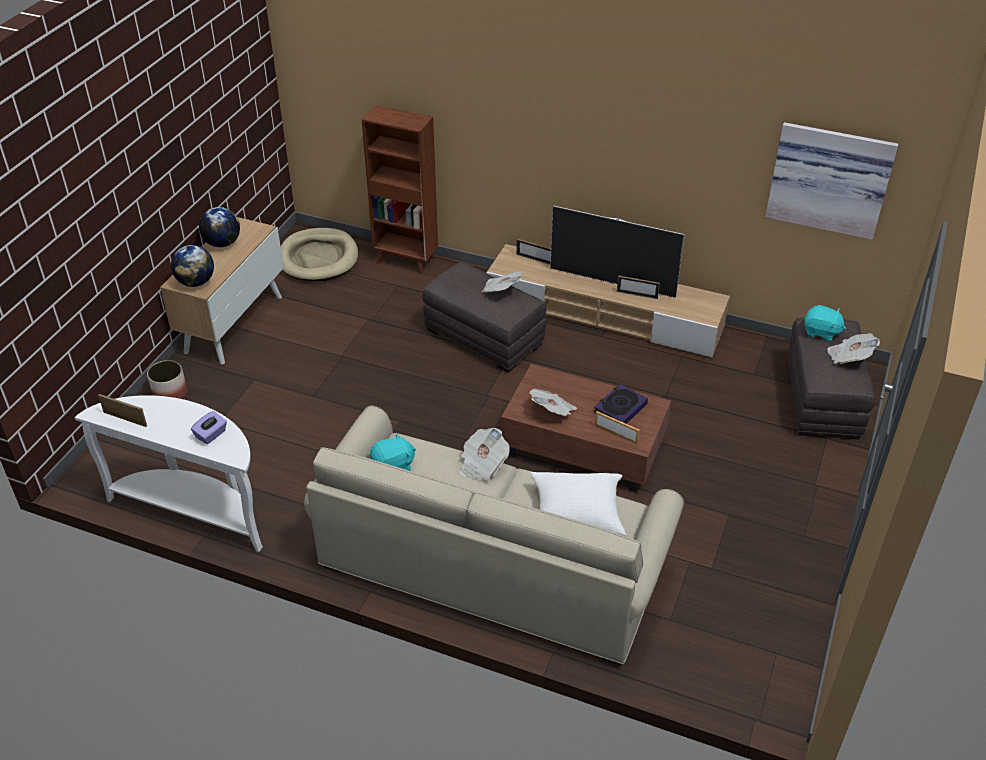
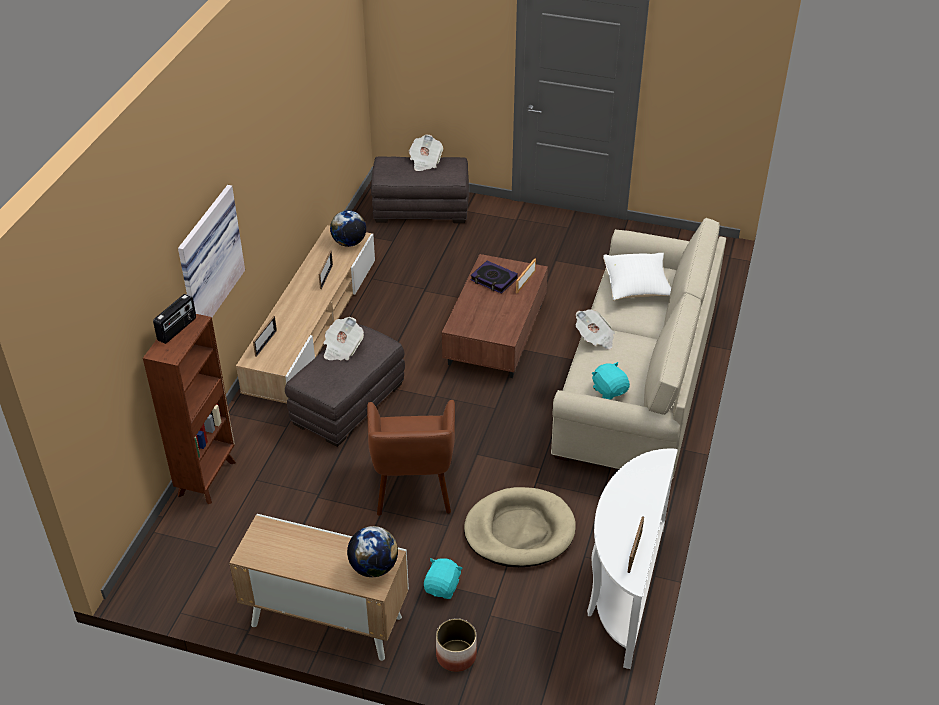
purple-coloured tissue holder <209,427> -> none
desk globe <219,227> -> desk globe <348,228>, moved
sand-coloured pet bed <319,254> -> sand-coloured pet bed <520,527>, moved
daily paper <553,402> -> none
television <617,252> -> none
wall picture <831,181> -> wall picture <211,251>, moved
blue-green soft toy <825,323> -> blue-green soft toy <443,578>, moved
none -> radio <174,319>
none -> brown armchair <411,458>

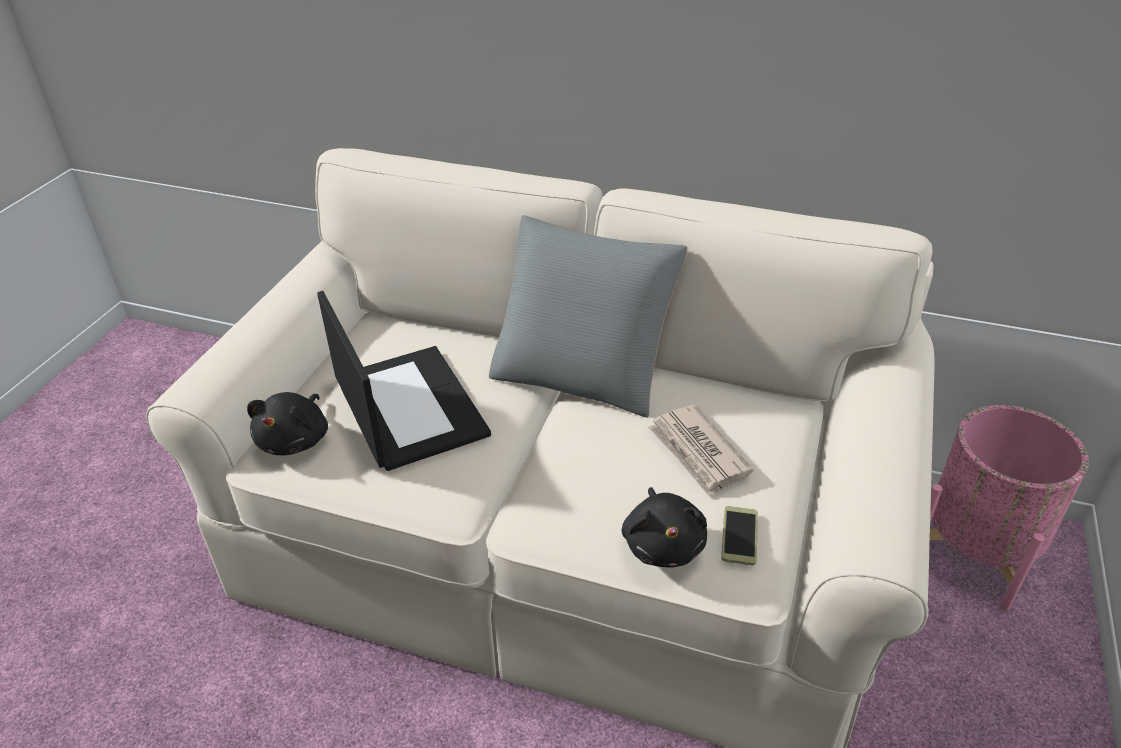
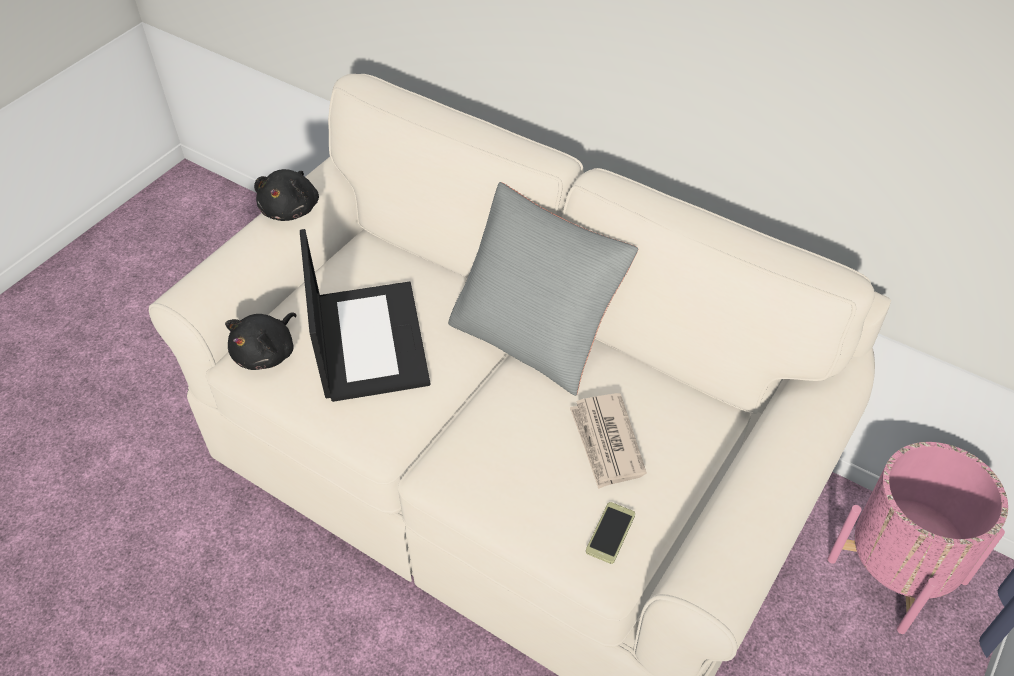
black-coloured soft toy <664,527> -> black-coloured soft toy <286,195>, moved

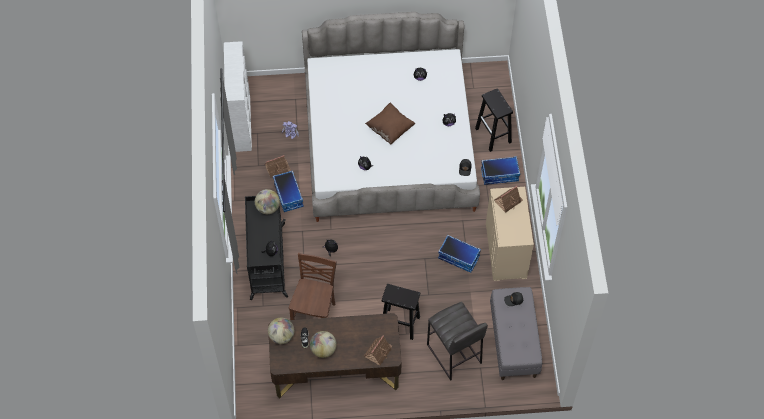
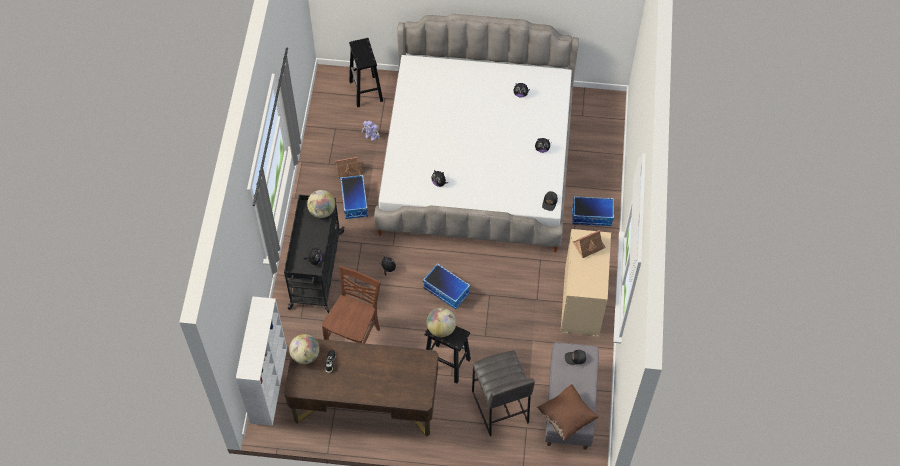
whitish bookshelf <238,96> -> whitish bookshelf <261,361>, moved
desk globe <323,344> -> desk globe <441,322>, moved
toy house <378,350> -> none
brown throw pillow <390,123> -> brown throw pillow <568,412>, moved
storage box <459,254> -> storage box <446,286>, moved
black-coloured sitting stool <494,120> -> black-coloured sitting stool <366,72>, moved

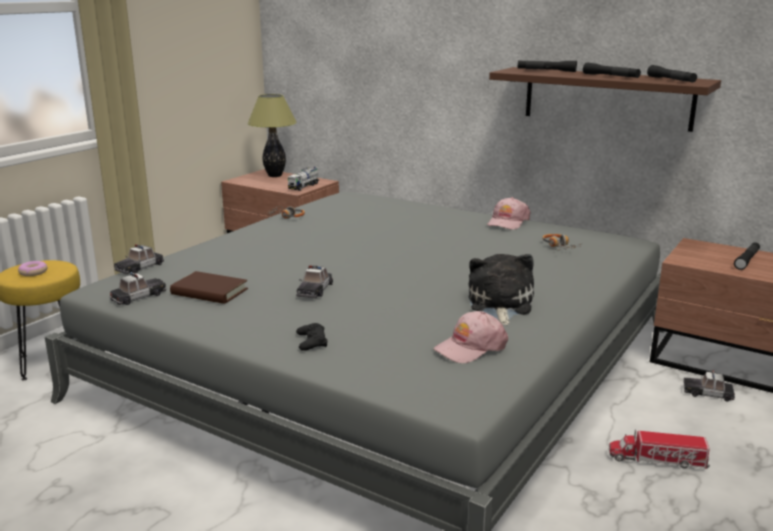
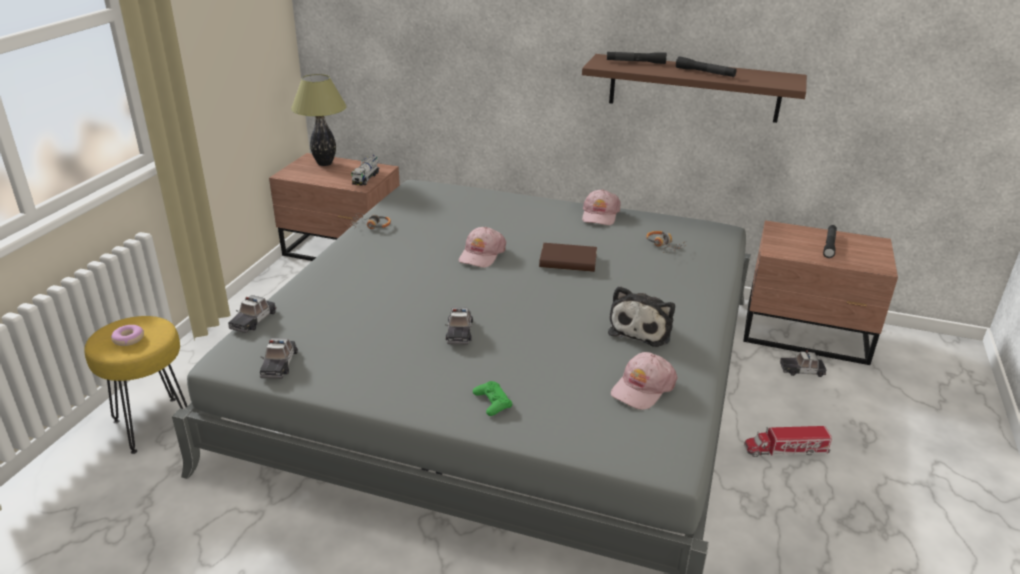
model car <138,288> -> model car <279,358>, 150 degrees clockwise
brown bound book <209,287> -> brown bound book <568,257>, moved
black-coloured joypad <312,337> -> greenish joypad <492,398>
soft toy <501,289> -> soft toy <641,316>, 150 degrees counterclockwise
black-coloured torch <672,74> -> none
none -> pink-coloured baseball cap <482,247>

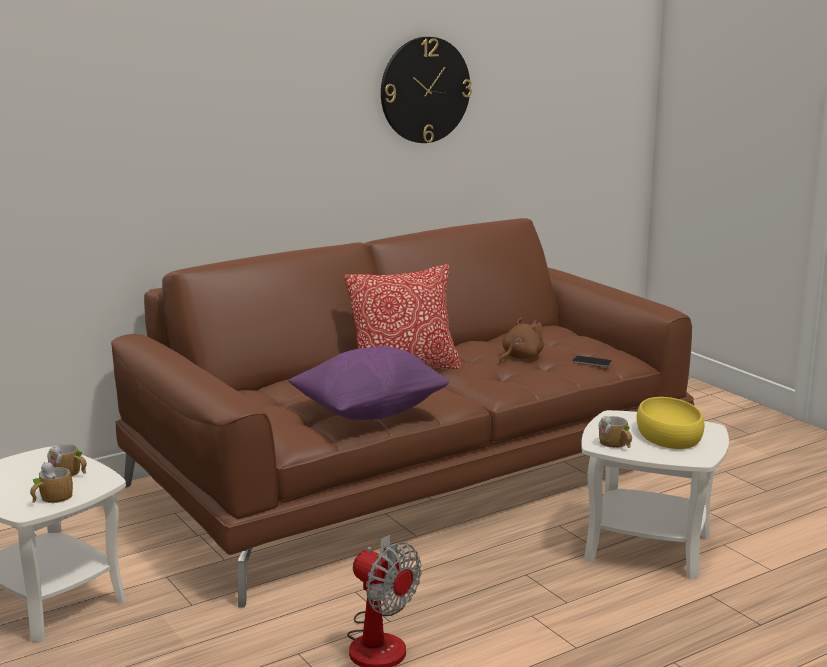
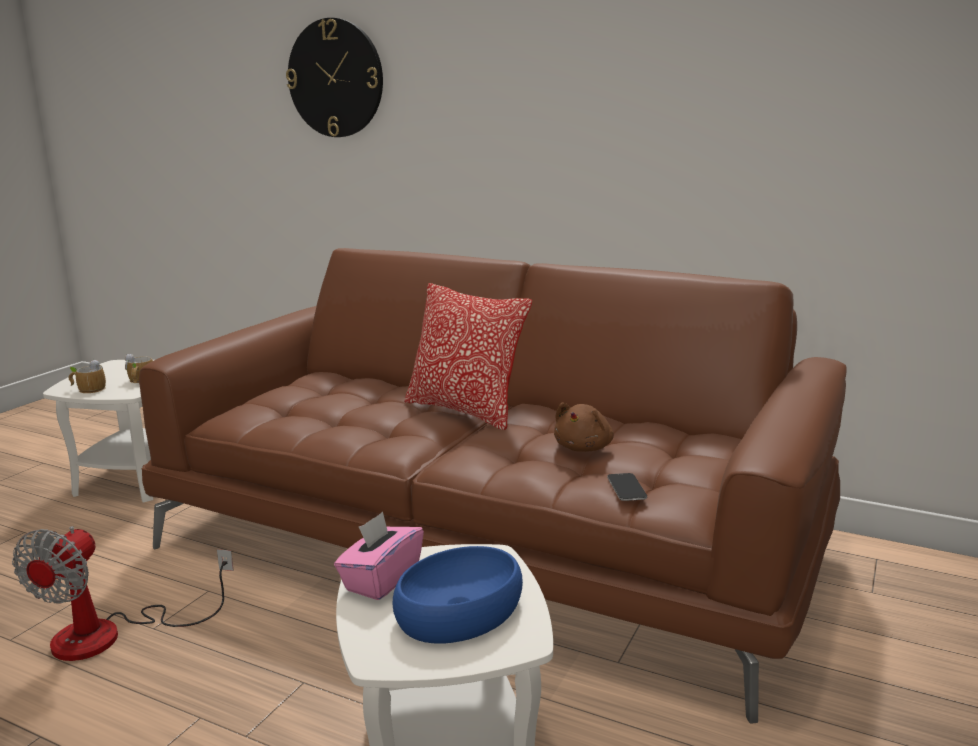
purple-coloured throw pillow <368,383> -> none
wall clock <426,90> -> wall clock <334,77>, moved
brown soft toy <521,340> -> brown soft toy <584,427>, 105 degrees clockwise
tea mug <615,432> -> pink-coloured tissue holder <379,556>
yellowish serving bowl <670,423> -> blue serving bowl <458,595>

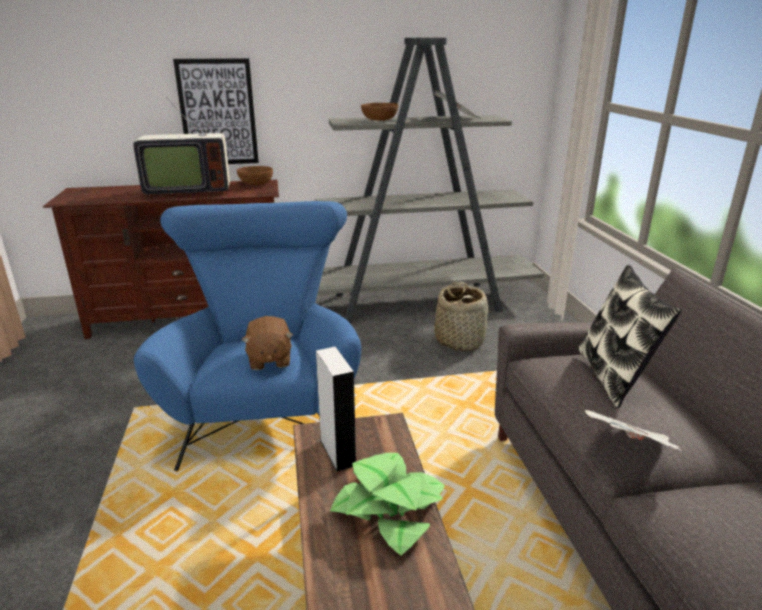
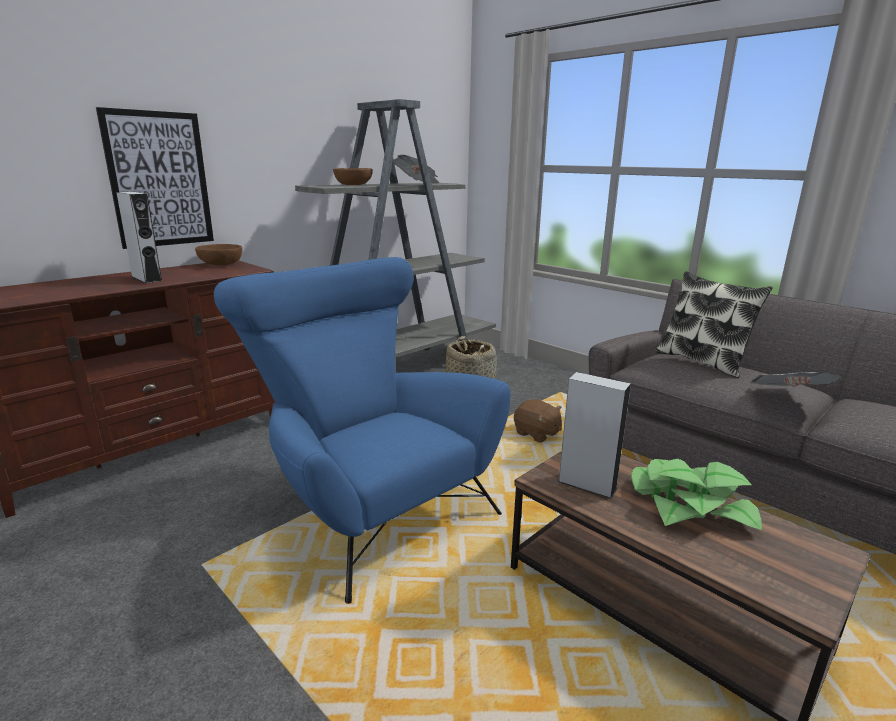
television <181,145> -> grey audio speaker <139,237>
brown soft toy <267,343> -> brown soft toy <538,421>, moved

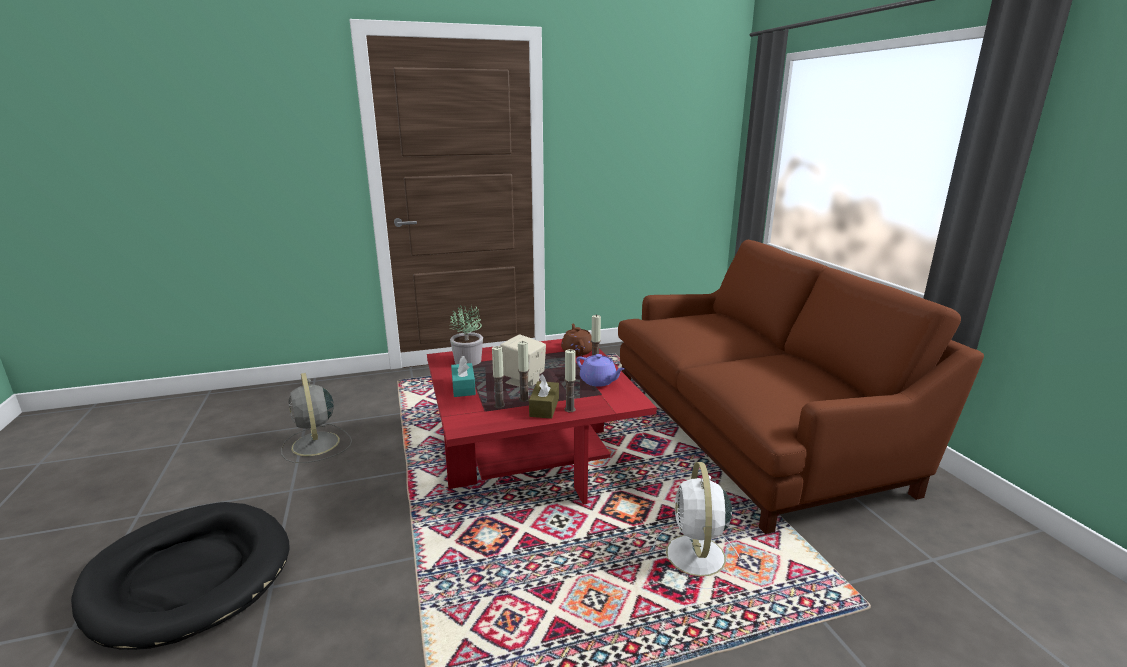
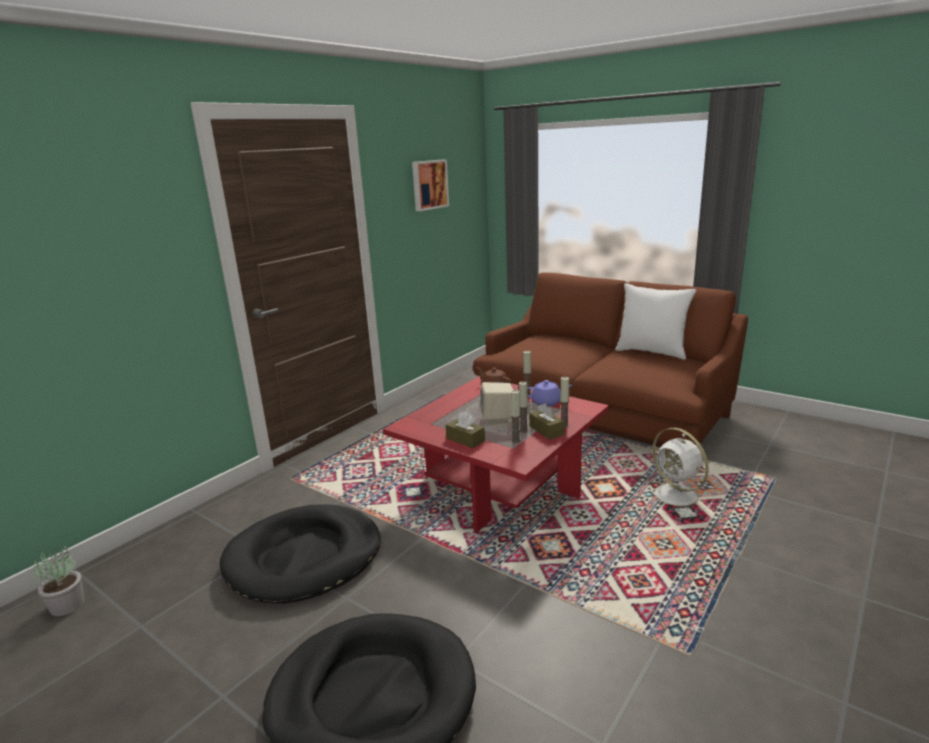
grey fan <316,418> -> black-coloured pet bed <300,554>
plant in a pot <466,335> -> plant in a pot <59,581>, moved
blue-green tissue holder <463,376> -> brown tissue holder <465,429>
none -> wall picture <430,185>
none -> whitish throw pillow <655,321>

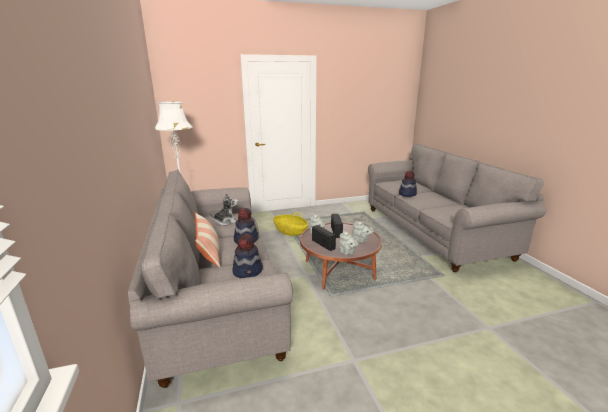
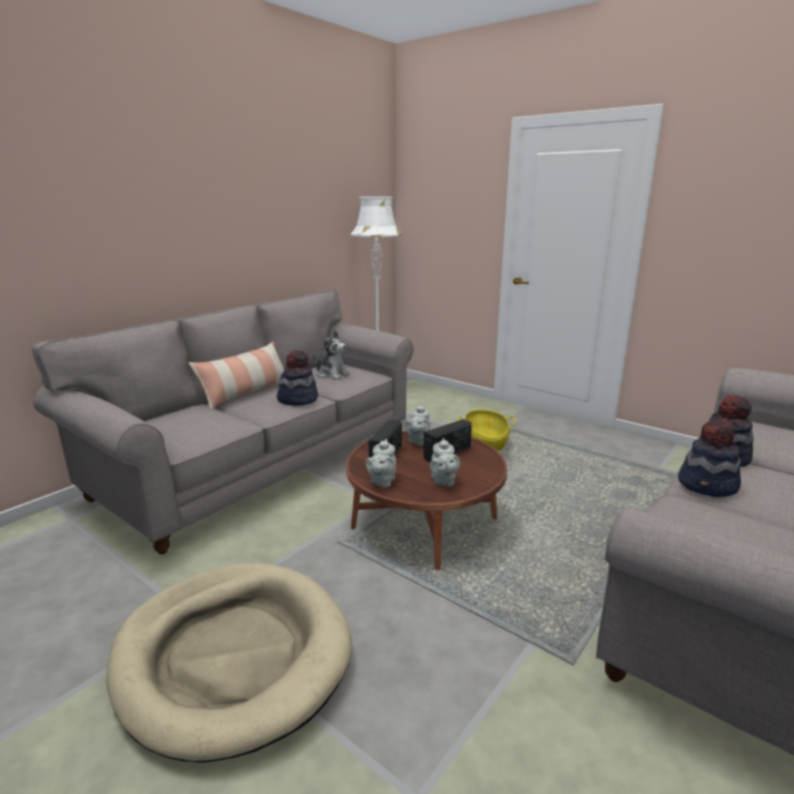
clothing hat <247,256> -> clothing hat <709,458>, moved
none -> sand-coloured pet bed <229,663>

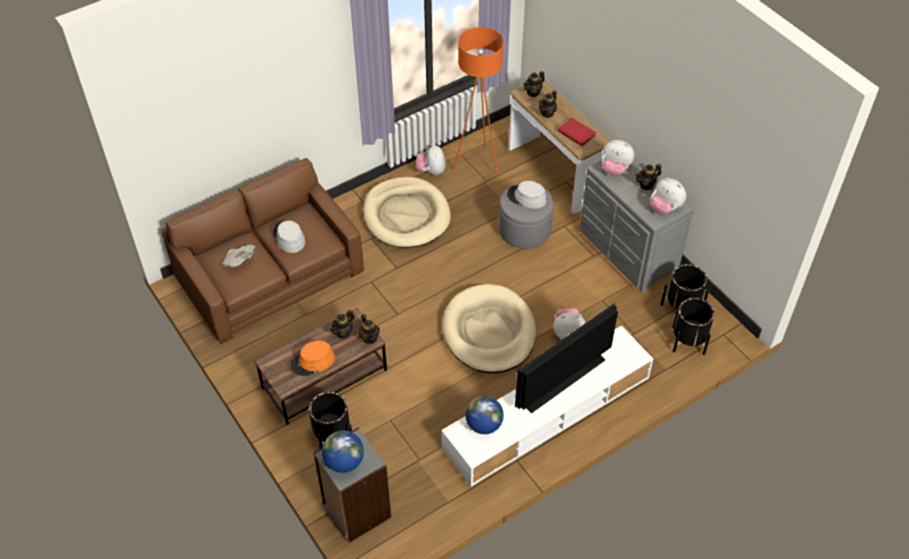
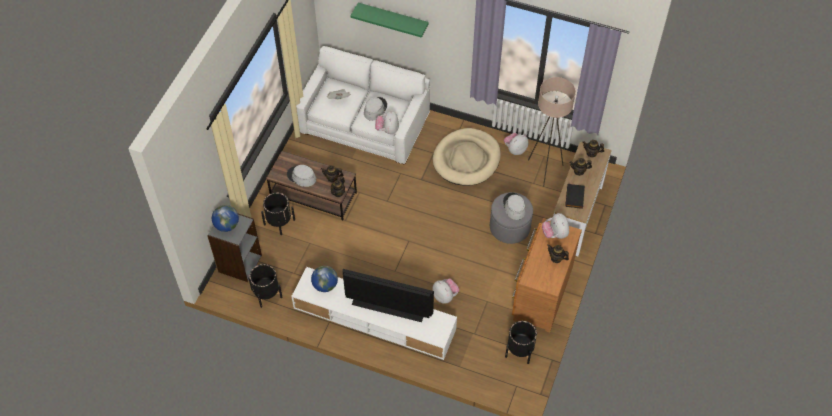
brown sofa <262,251> -> whitish sofa <363,105>
orangey clothing hat <312,358> -> grey clothing hat <301,176>
sand-coloured pet bed <489,328> -> none
orangey floor lamp <479,101> -> sand-coloured floor lamp <552,131>
red bound book <577,132> -> black-coloured bound book <575,196>
grey dresser <636,223> -> brown dresser <547,275>
soft toy <668,196> -> soft toy <387,122>, moved
black-coloured planter <693,326> -> black-coloured planter <265,286>, moved
none -> greenish shelf <389,20>

